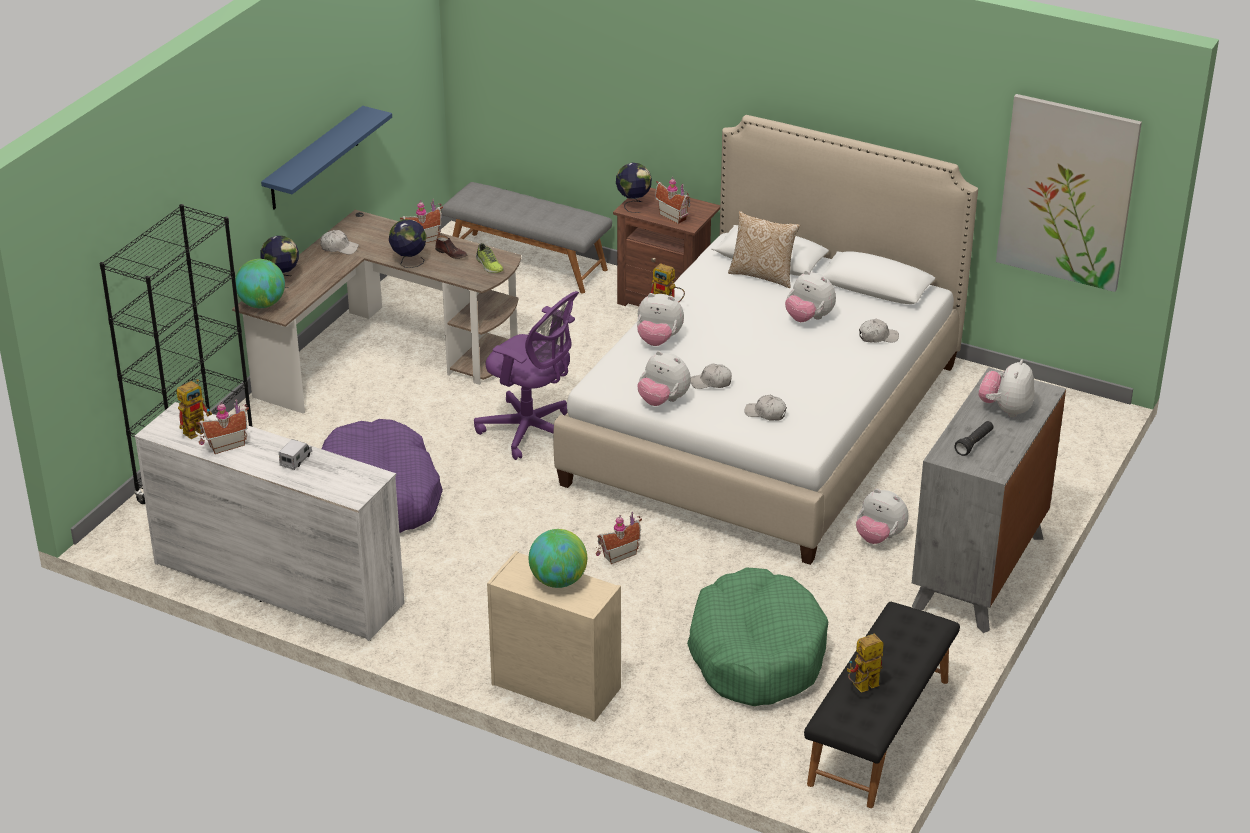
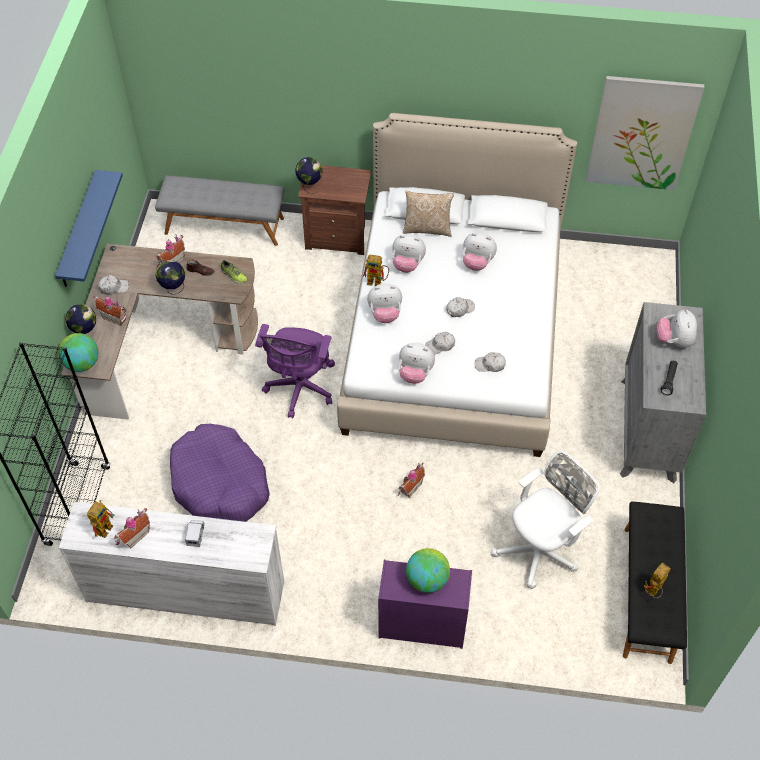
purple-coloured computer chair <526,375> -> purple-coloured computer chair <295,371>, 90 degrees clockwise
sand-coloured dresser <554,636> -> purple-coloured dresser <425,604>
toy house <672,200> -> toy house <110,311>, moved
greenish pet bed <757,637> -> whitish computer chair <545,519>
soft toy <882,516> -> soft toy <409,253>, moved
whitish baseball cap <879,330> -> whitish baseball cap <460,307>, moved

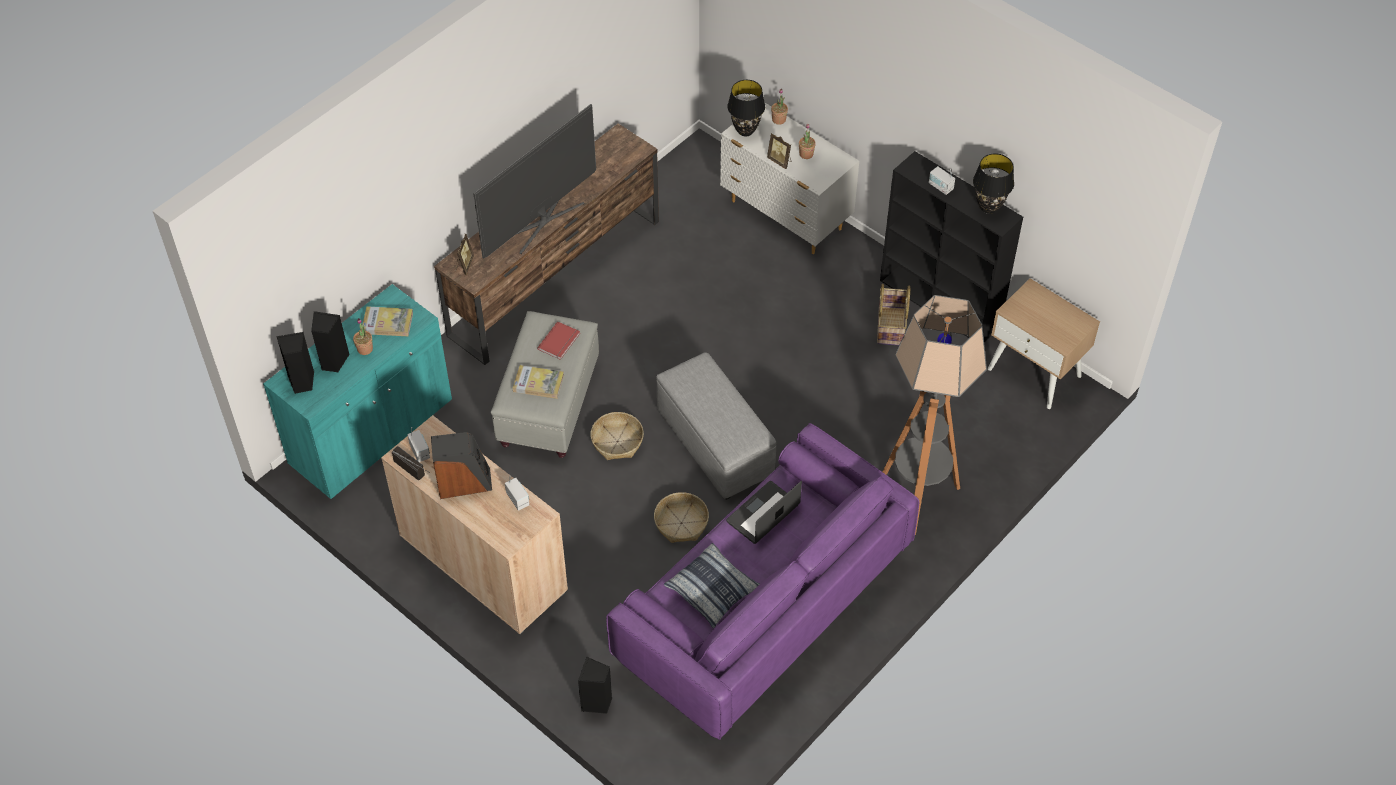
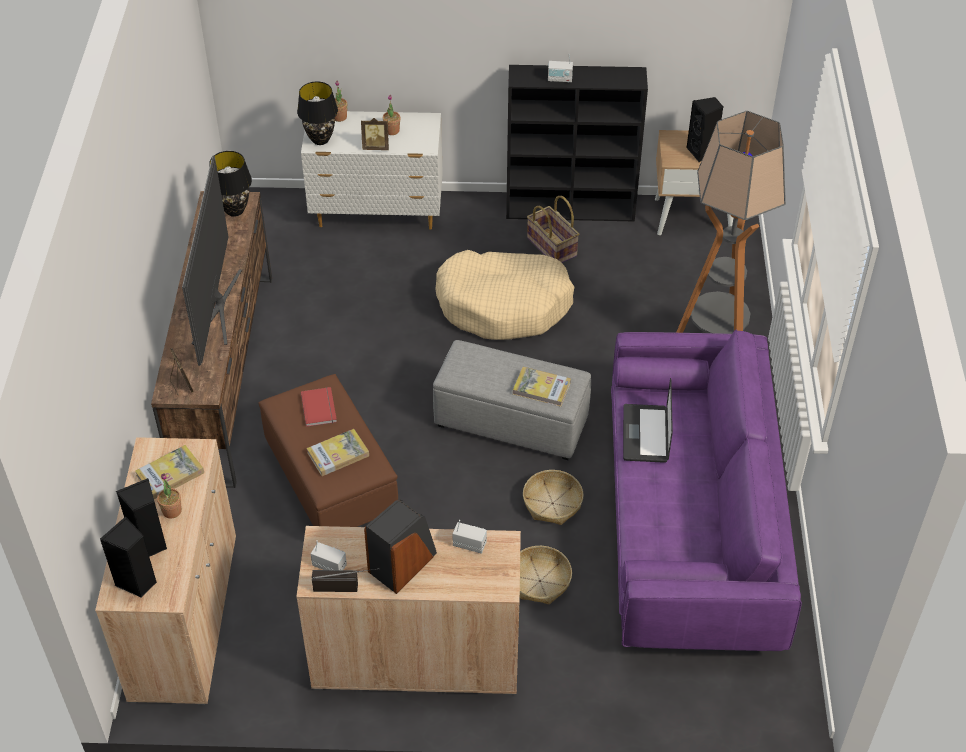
blue-green storage cabinet <357,391> -> sand-coloured storage cabinet <165,571>
grey pouffe <545,384> -> brown pouffe <328,450>
black-coloured audio speaker <595,685> -> black-coloured audio speaker <705,129>, moved
household basket <617,436> -> household basket <546,575>, moved
throw pillow <712,586> -> none
black-coloured lamp for a table <993,183> -> black-coloured lamp for a table <230,184>, moved
none -> sand-coloured pet bed <504,295>
none -> bound book <542,387>

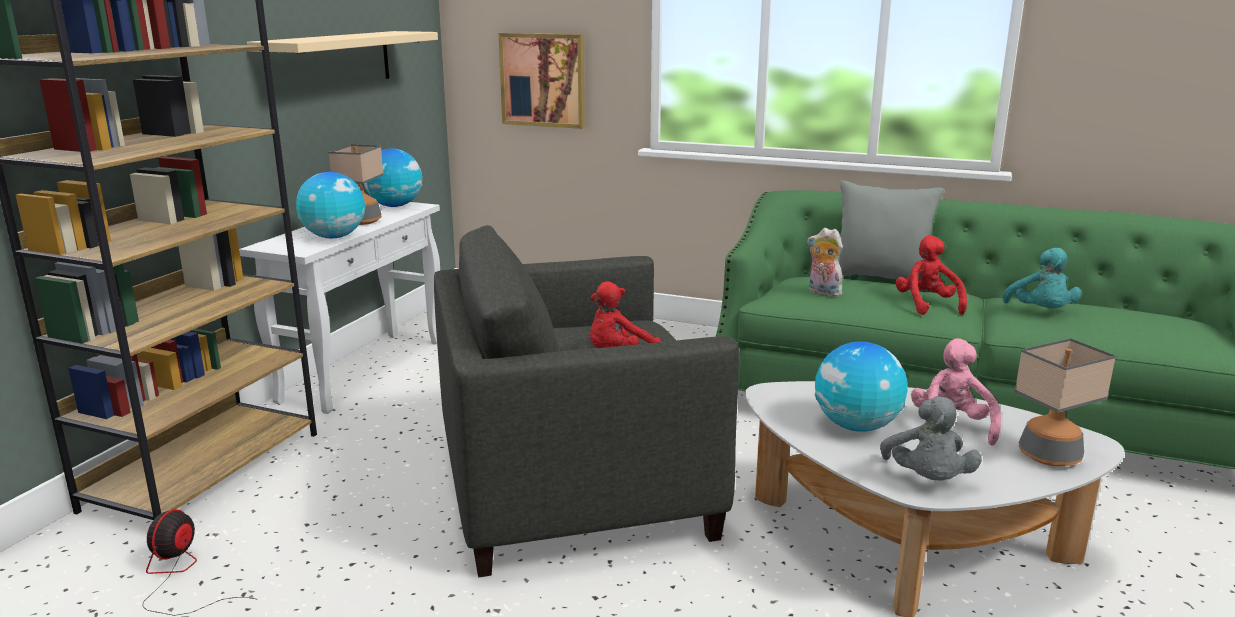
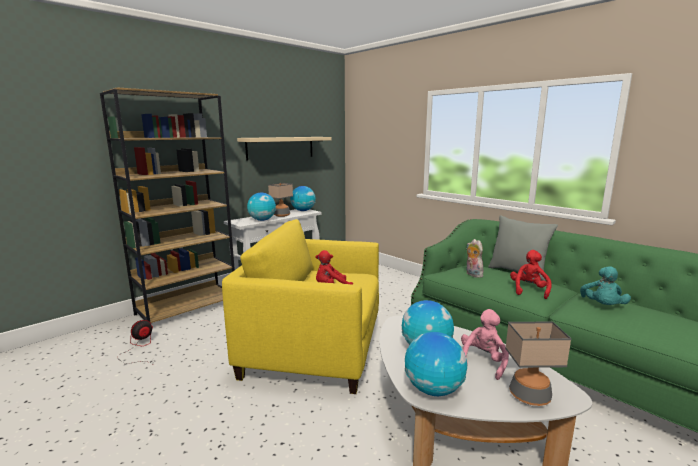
grey armchair <586,401> -> yellowish armchair <300,306>
wall picture <541,81> -> none
grey soft toy <931,438> -> desk globe <436,364>

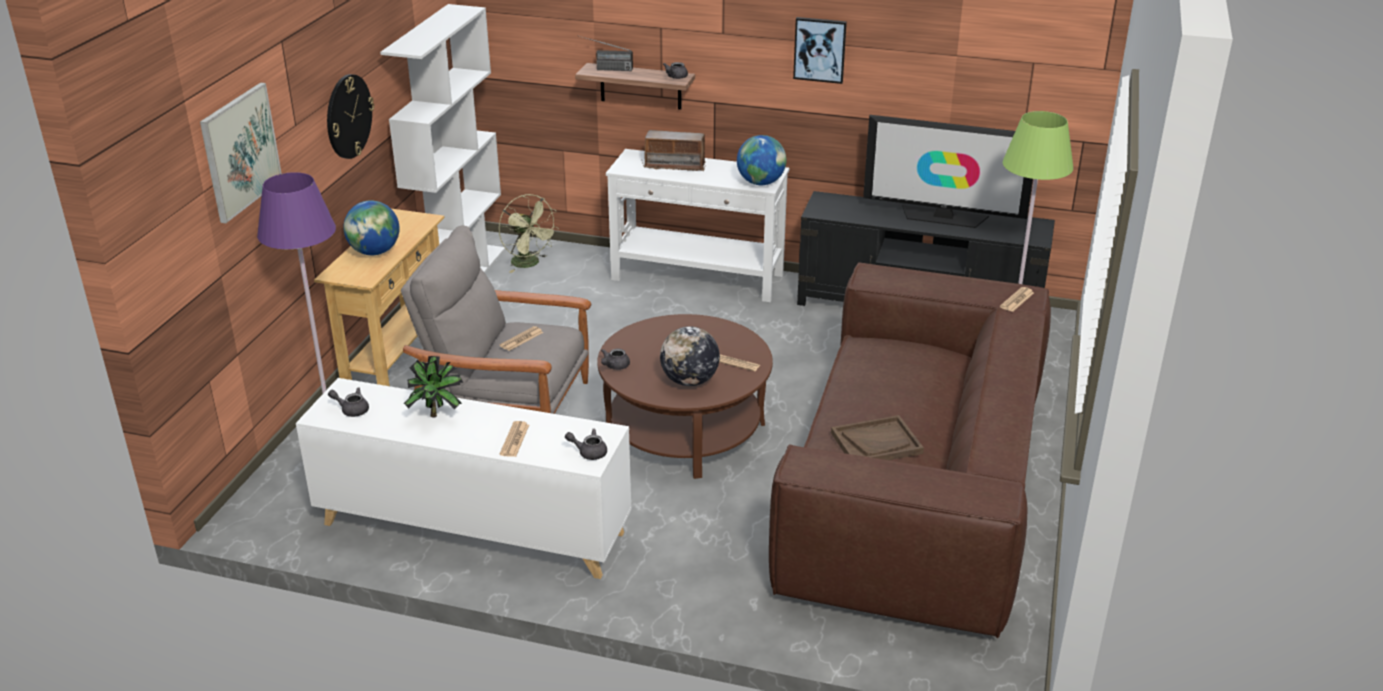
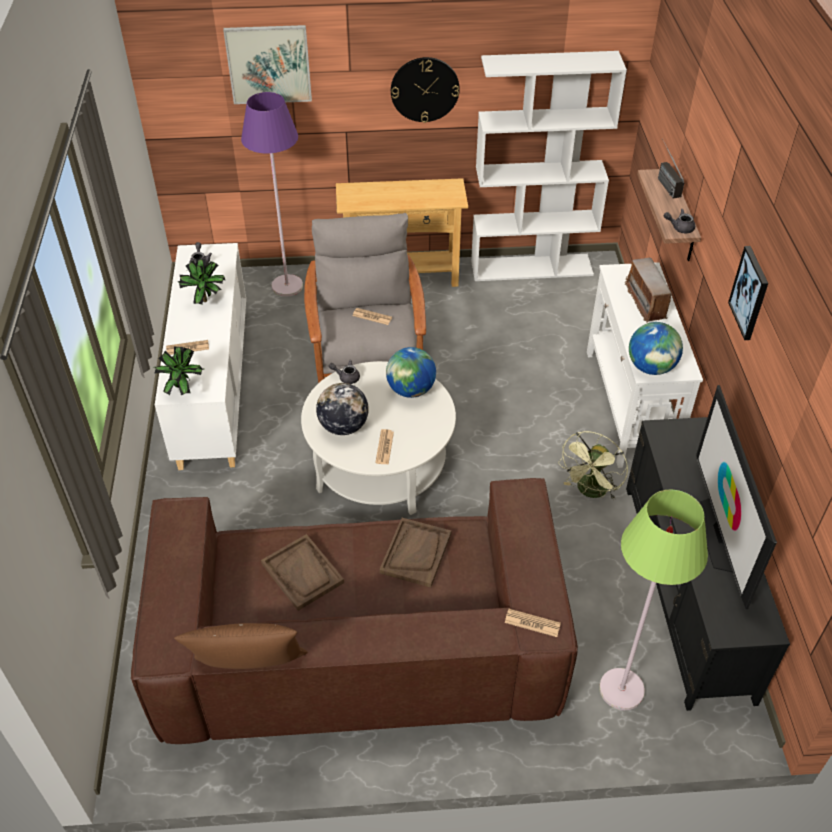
desk globe <371,227> -> desk globe <411,372>, moved
greenish fan <529,233> -> greenish fan <593,465>, moved
grey pot for tea <586,444> -> plant in a pot <179,370>
brown coffee table <685,396> -> whitish coffee table <378,438>
none -> brown throw pillow <241,646>
none -> brown carrying tray <415,553>

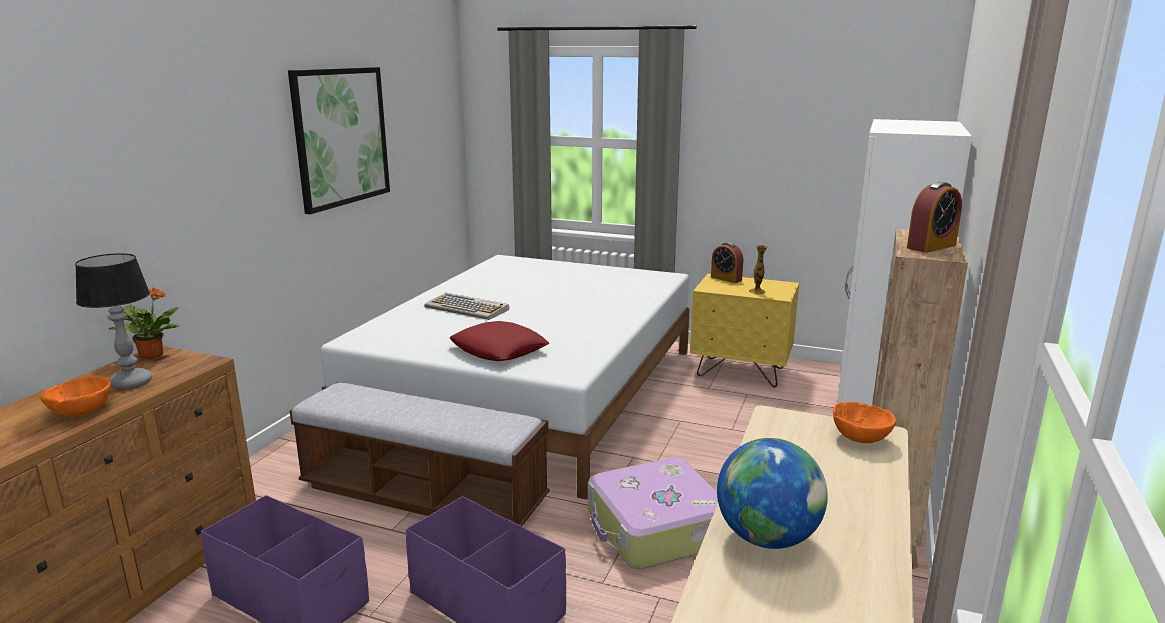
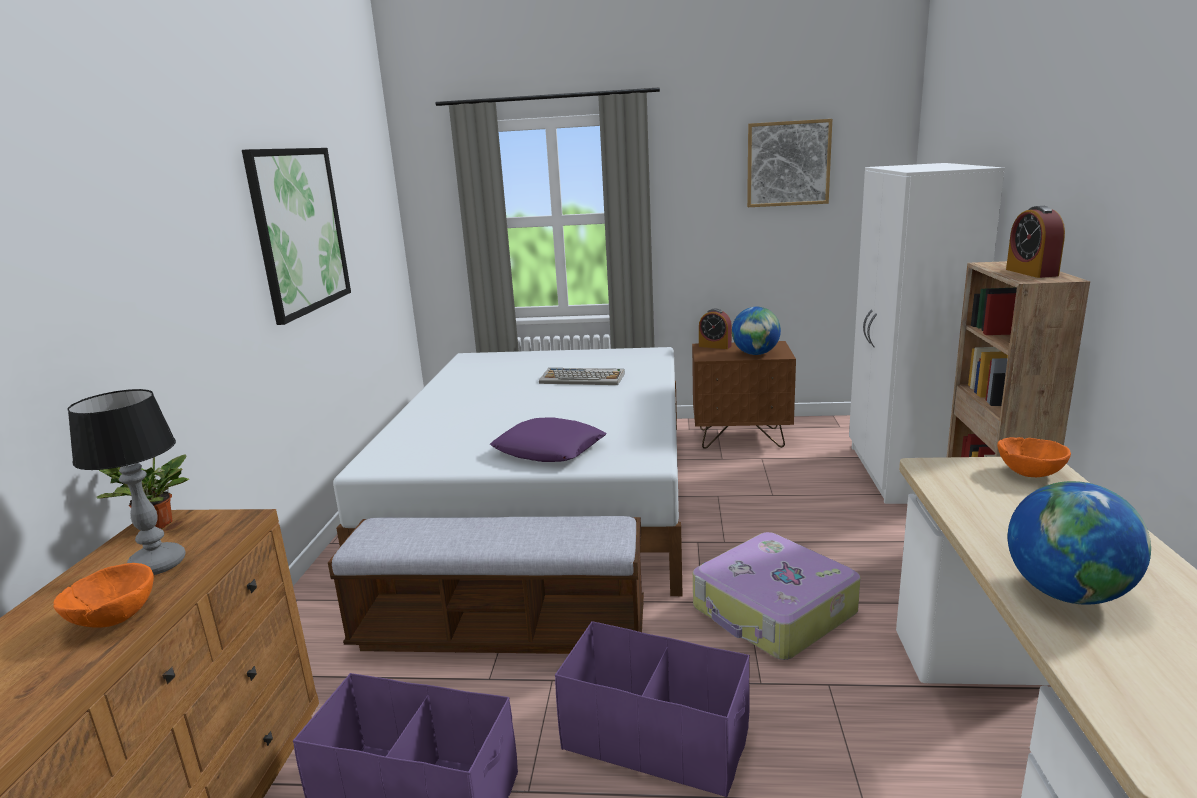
PC keyboard <466,306> -> PC keyboard <582,376>, moved
red throw pillow <499,341> -> purple-coloured throw pillow <548,440>
yellowish bedside table <744,330> -> brown bedside table <744,395>
vase <758,269> -> desk globe <756,331>
alarm clock <934,217> -> alarm clock <1035,242>, 135 degrees clockwise
none -> wall picture <789,163>

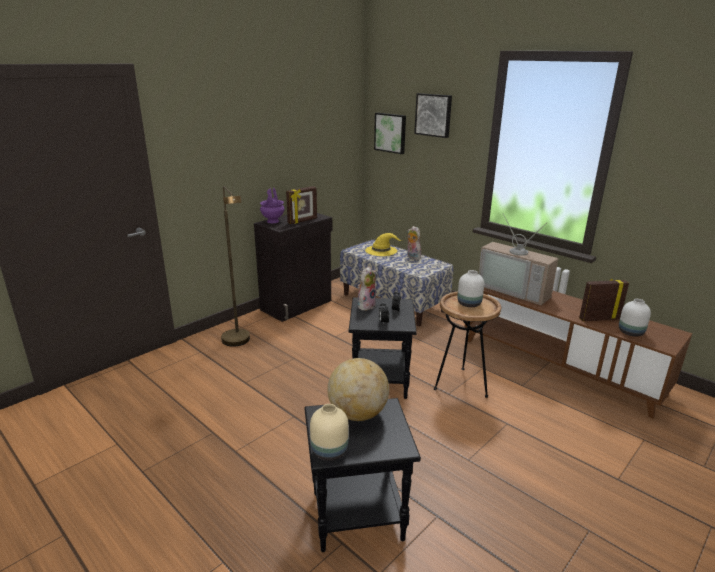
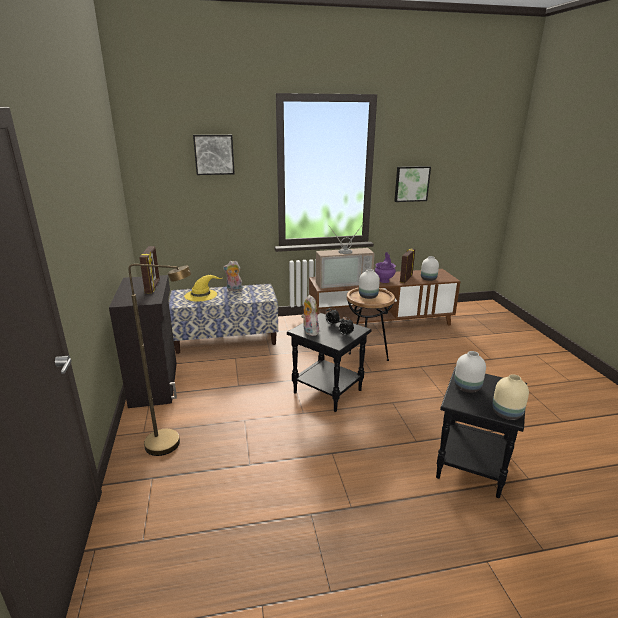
purple-coloured vase <272,205> -> purple-coloured vase <385,267>, moved
desk globe <358,389> -> whitish vase <470,372>
wall picture <390,133> -> wall picture <412,184>, moved

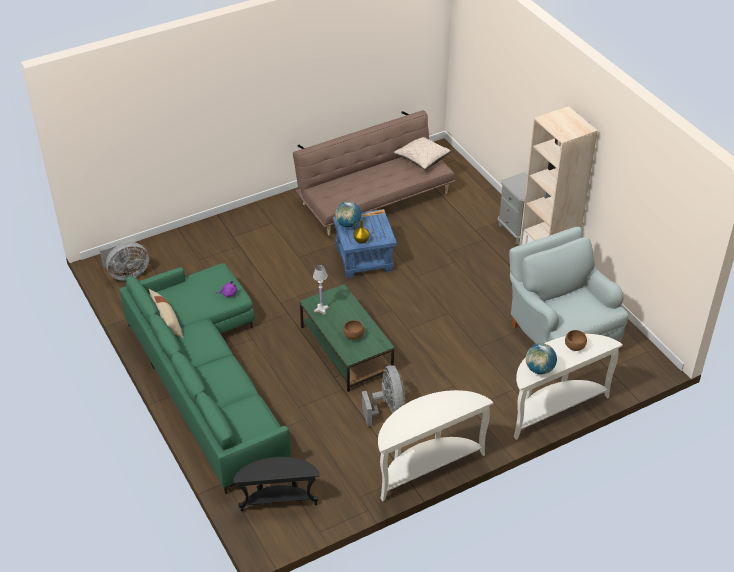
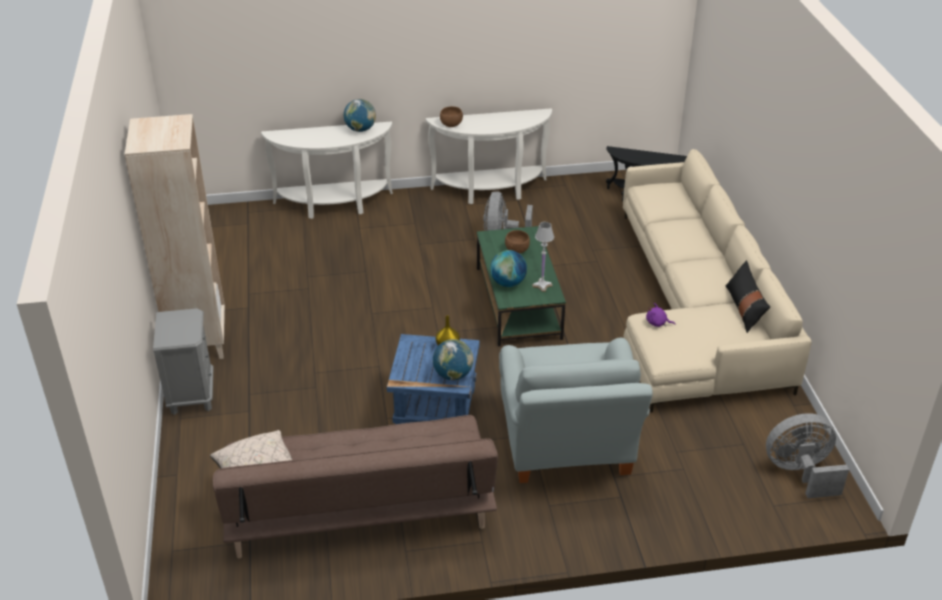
greenish sofa <205,378> -> sand-coloured sofa <717,281>
sand-coloured throw pillow <166,313> -> black-coloured throw pillow <748,296>
grey armchair <568,285> -> grey armchair <576,410>, moved
brown serving bowl <576,340> -> brown serving bowl <451,116>, moved
none -> desk globe <508,268>

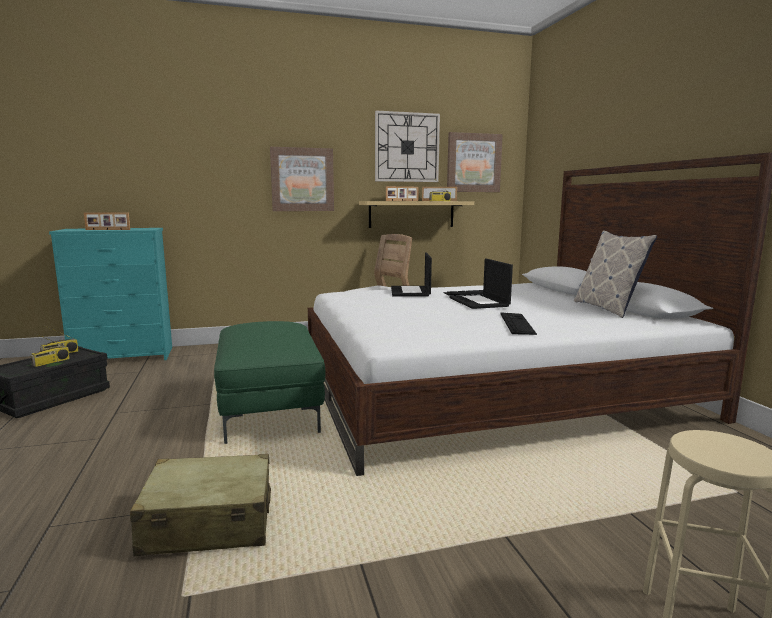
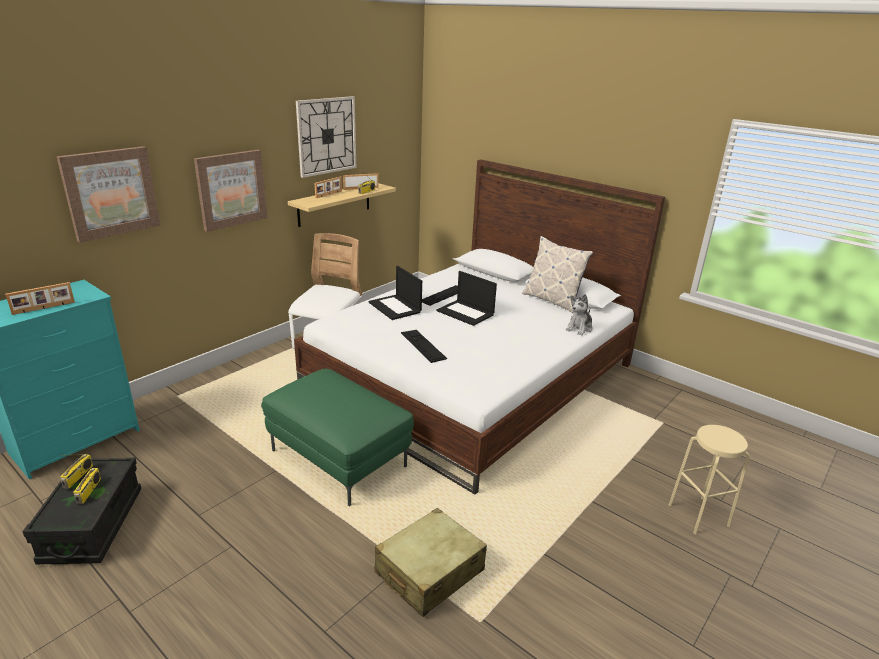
wall picture <475,162> -> wall picture <108,194>, moved
PC keyboard <519,323> -> PC keyboard <424,346>, moved
none -> soft toy <579,315>

